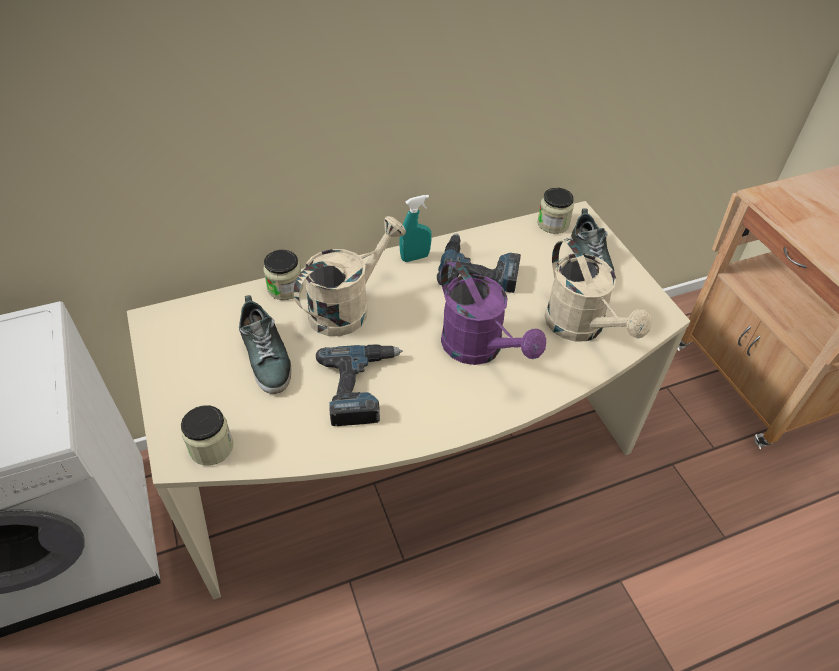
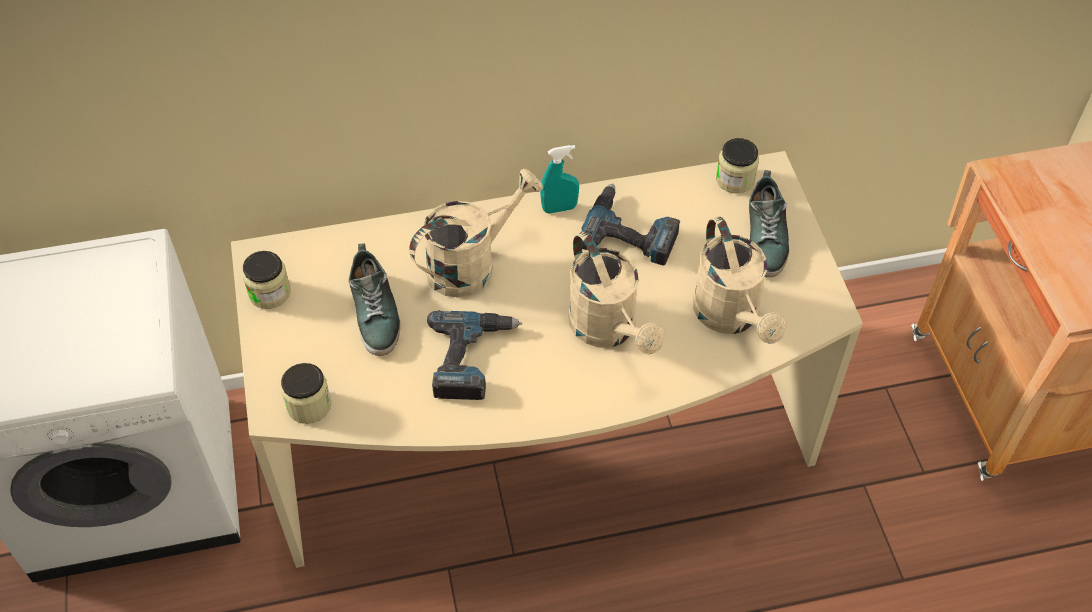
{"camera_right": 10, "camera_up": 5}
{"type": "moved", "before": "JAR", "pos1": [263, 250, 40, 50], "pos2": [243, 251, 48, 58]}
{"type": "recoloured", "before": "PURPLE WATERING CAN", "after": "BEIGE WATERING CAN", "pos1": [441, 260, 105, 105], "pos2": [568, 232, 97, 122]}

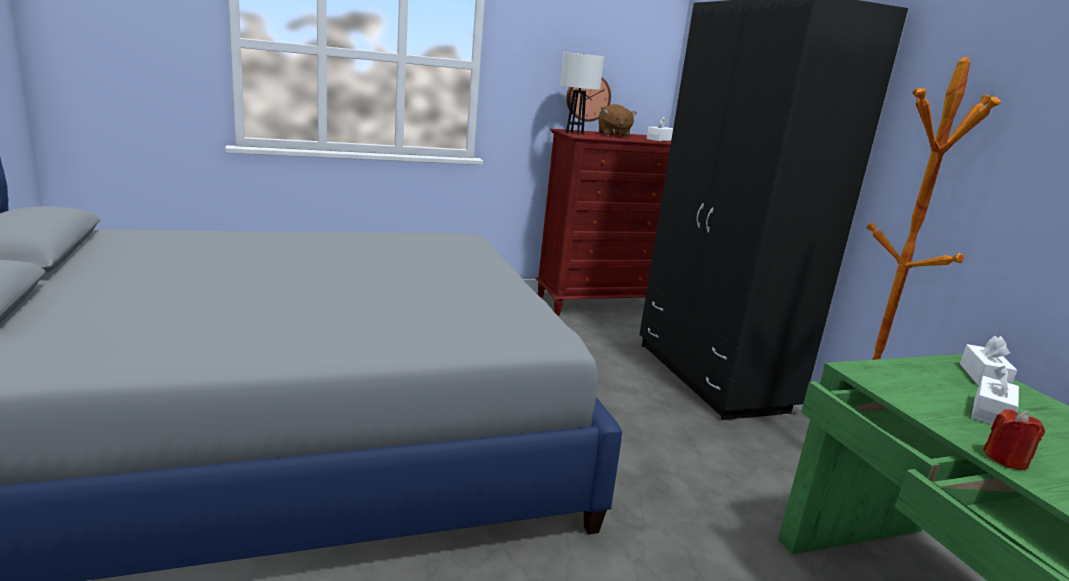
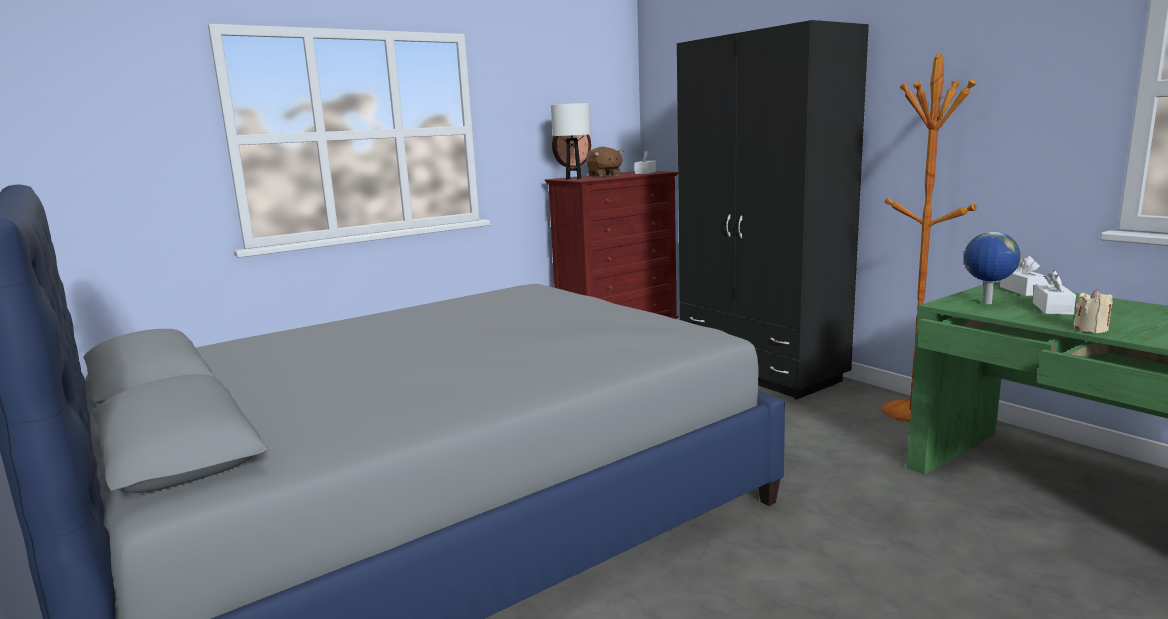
{"camera_right": -15, "camera_up": -5}
{"type": "added", "after": "GLOBE", "pos2": [964, 232, 57, 72]}
{"type": "recoloured", "before": "RED CANDLE", "after": "BEIGE CANDLE", "pos1": [983, 409, 62, 61], "pos2": [1073, 289, 40, 44]}

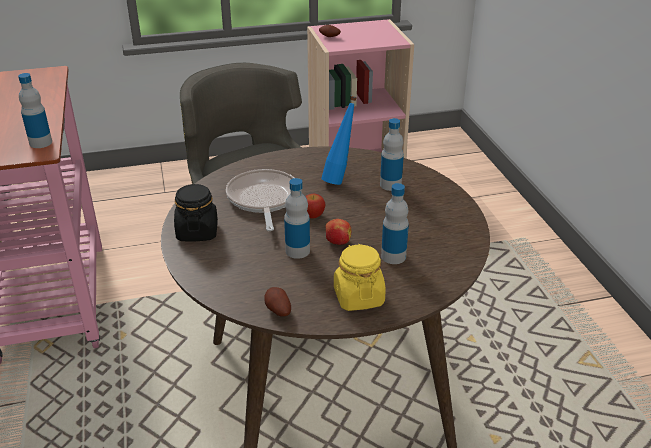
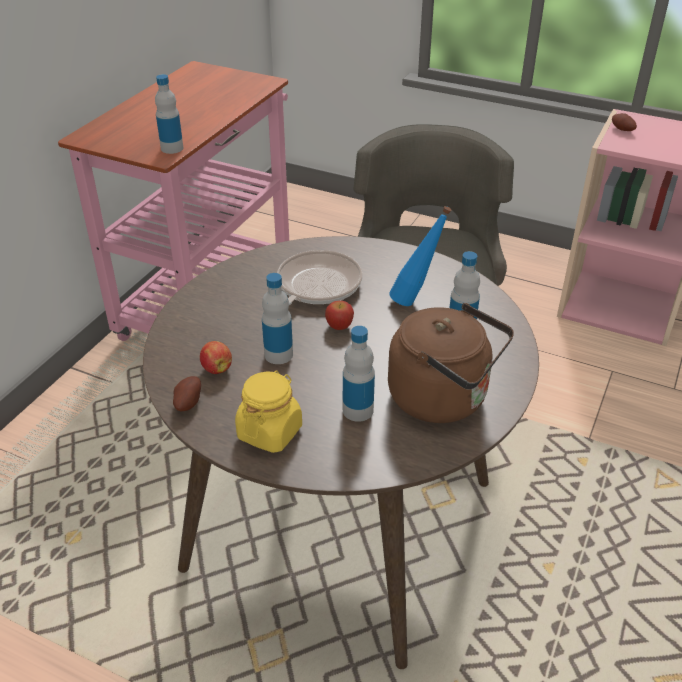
{"camera_right": 40, "camera_up": 5}
{"type": "removed", "before": "BLACK JAR", "pos1": [174, 184, 44, 57]}
{"type": "added", "after": "BROWN KETTLE", "pos2": [388, 303, 126, 120]}
{"type": "moved", "before": "APPLE", "pos1": [325, 219, 26, 26], "pos2": [200, 341, 32, 33]}

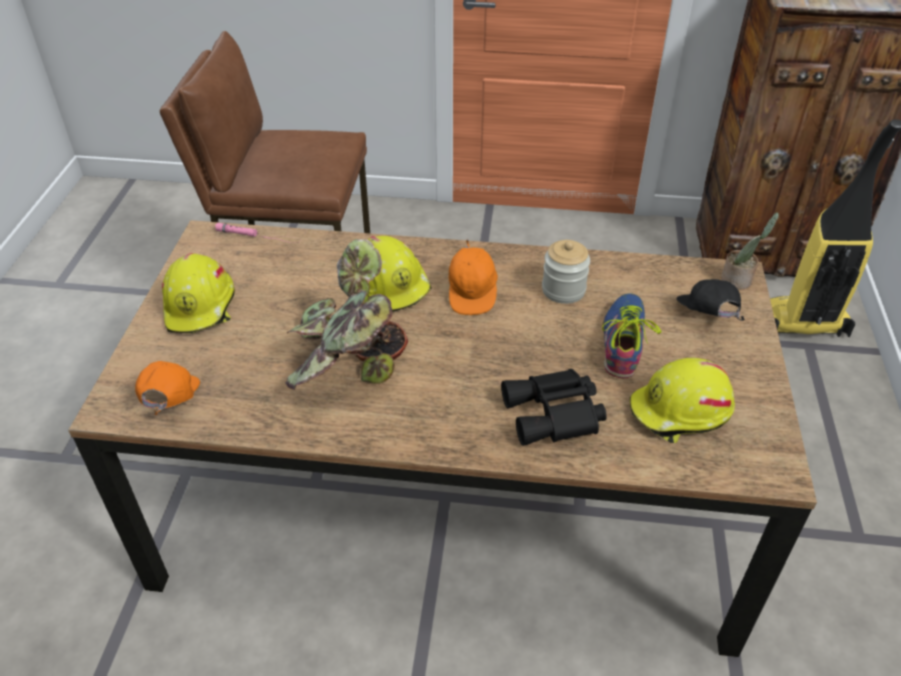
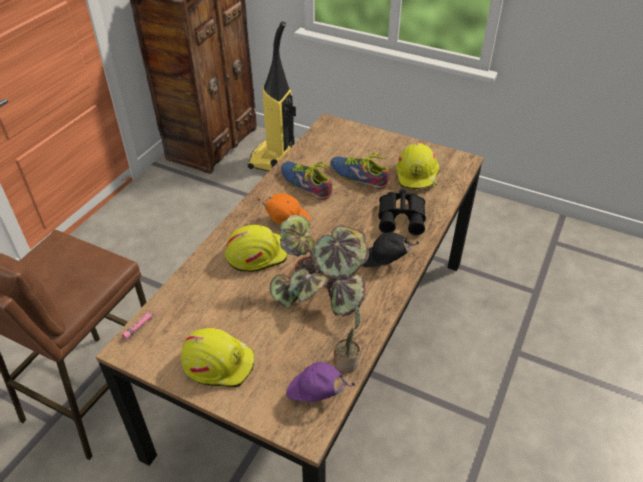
{"camera_right": -70, "camera_up": 0}
{"type": "moved", "before": "BLACK CAP", "pos1": [676, 279, 69, 42], "pos2": [363, 232, 56, 35]}
{"type": "moved", "before": "POTTED PLANT", "pos1": [721, 213, 58, 76], "pos2": [334, 306, 27, 67]}
{"type": "replaced", "before": "JAR", "after": "SHOE", "pos1": [542, 240, 48, 64], "pos2": [281, 161, 52, 39]}
{"type": "recoloured", "before": "ORANGE CAP", "after": "PURPLE CAP", "pos1": [135, 361, 65, 54], "pos2": [286, 362, 69, 41]}

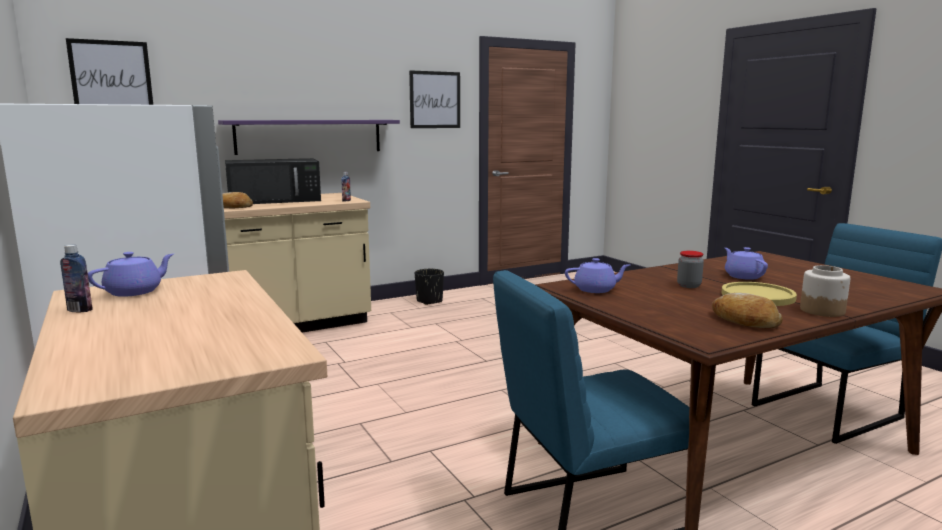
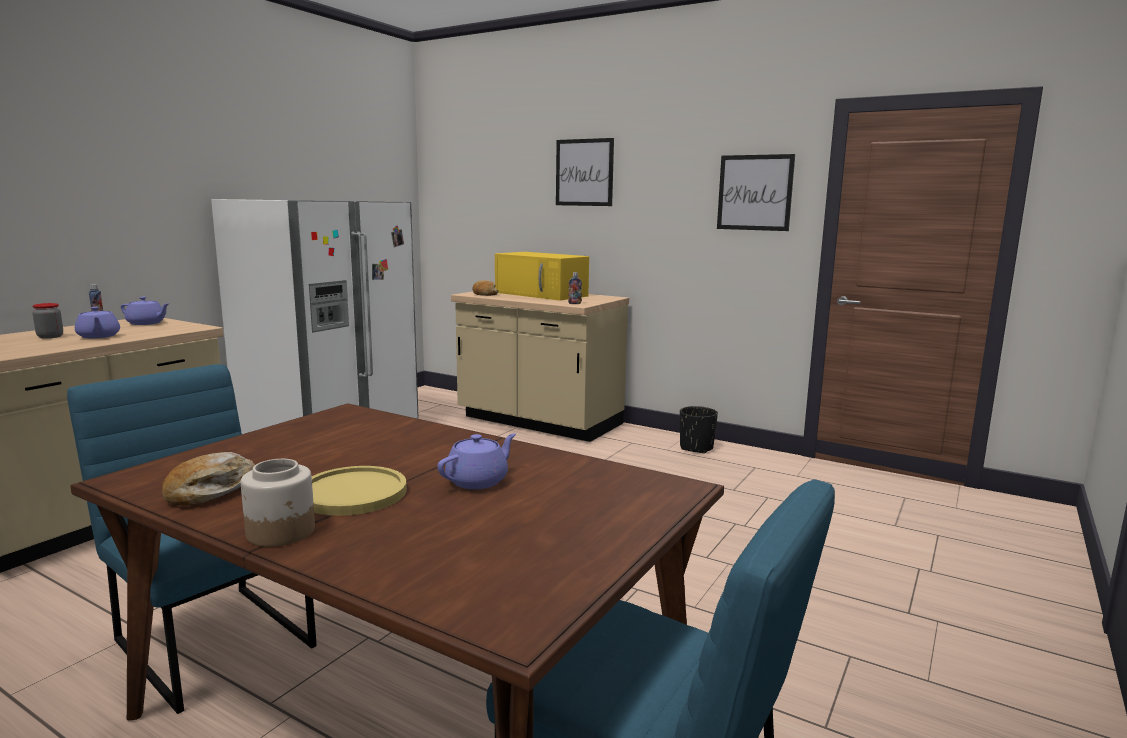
{"camera_right": 60, "camera_up": 0}
{"type": "removed", "before": "PURPLE SHELF", "pos1": [218, 120, 182, 35]}
{"type": "moved", "before": "PICTURE", "pos1": [66, 38, 87, 67], "pos2": [556, 138, 58, 68]}
{"type": "moved", "before": "PURPLE TEAPOT", "pos1": [565, 258, 65, 35], "pos2": [75, 307, 45, 31]}
{"type": "moved", "before": "JAR", "pos1": [677, 251, 27, 37], "pos2": [32, 303, 31, 36]}
{"type": "recoloured", "before": "BLACK MICROWAVE", "after": "YELLOW MICROWAVE", "pos1": [225, 158, 96, 46], "pos2": [495, 252, 94, 49]}

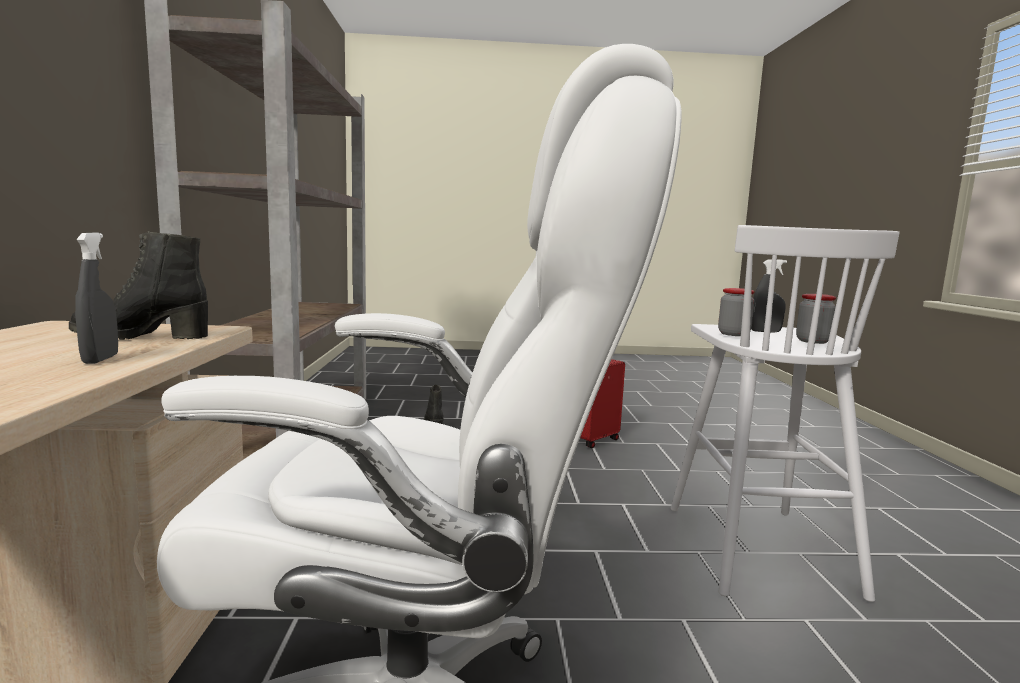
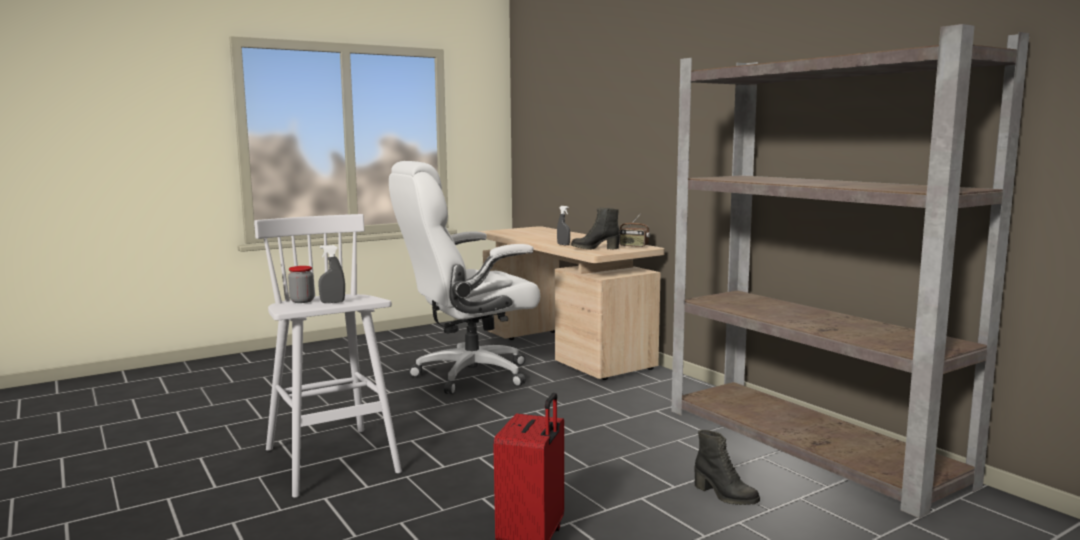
{"camera_right": 150, "camera_up": 0}
{"type": "removed", "before": "JAR", "pos1": [718, 288, 37, 48]}
{"type": "added", "after": "RADIO", "pos2": [619, 216, 31, 31]}
{"type": "turned", "before": "BLACK BOOT", "pos1": [69, 231, 139, 109], "pos2": [571, 208, 49, 42], "turn": -135}

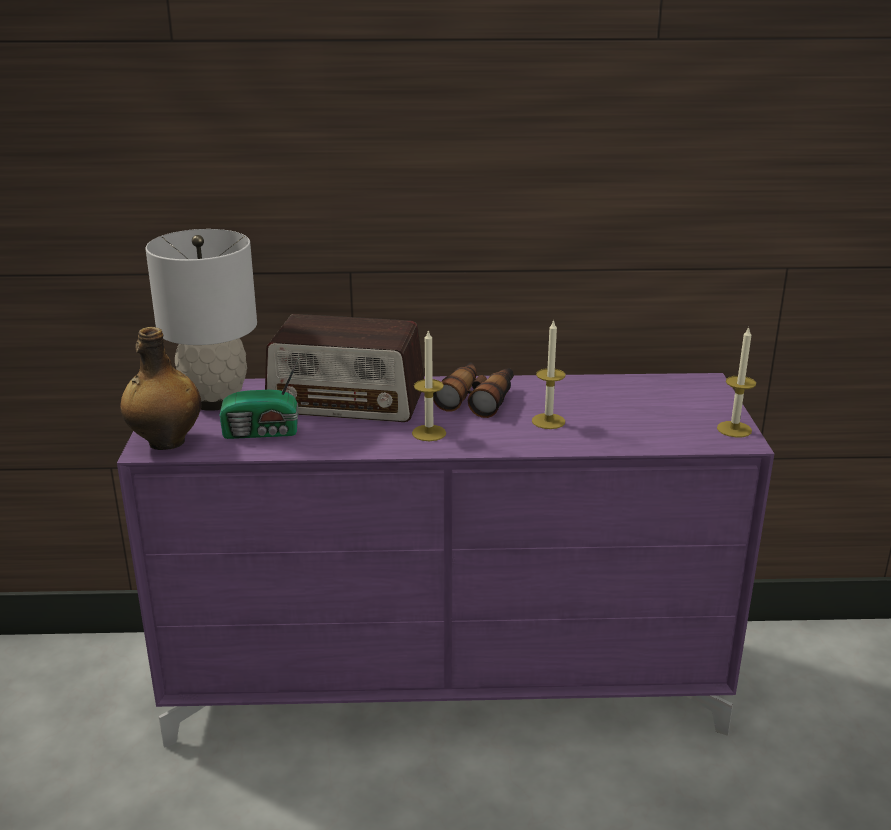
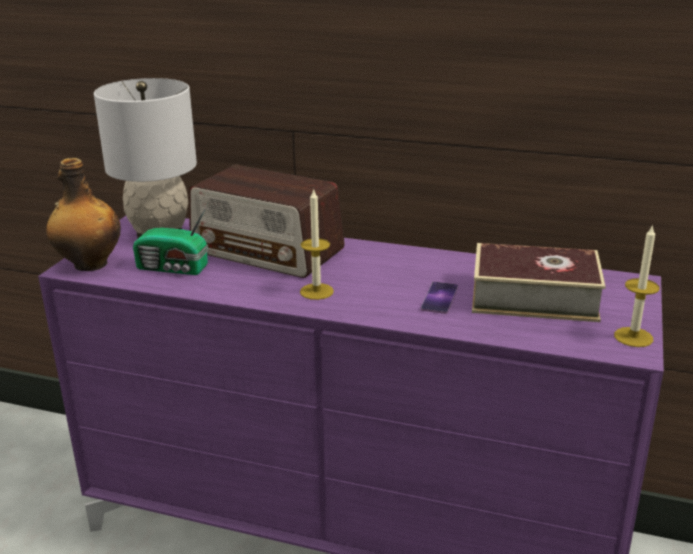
{"camera_right": 20, "camera_up": 0}
{"type": "removed", "before": "BINOCULARS", "pos1": [433, 362, 81, 56]}
{"type": "added", "after": "BOOK", "pos2": [472, 243, 134, 79]}
{"type": "replaced", "before": "CANDLE", "after": "PHONE", "pos1": [532, 319, 33, 110], "pos2": [420, 282, 38, 32]}

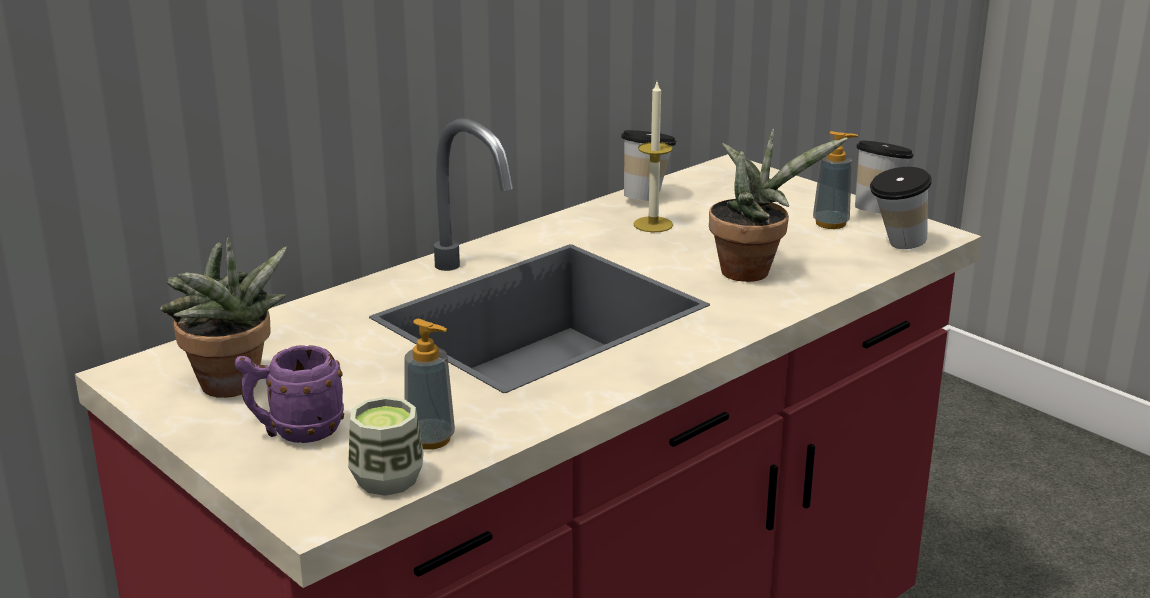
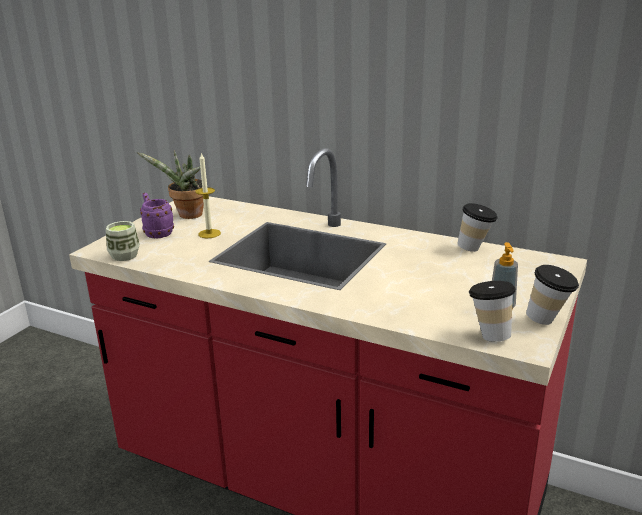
{"camera_right": 70, "camera_up": 0}
{"type": "removed", "before": "SOAP DISPENSER", "pos1": [404, 319, 51, 131]}
{"type": "removed", "before": "POTTED PLANT", "pos1": [709, 129, 139, 153]}
{"type": "moved", "before": "CANDLE", "pos1": [633, 82, 40, 150], "pos2": [195, 153, 26, 85]}

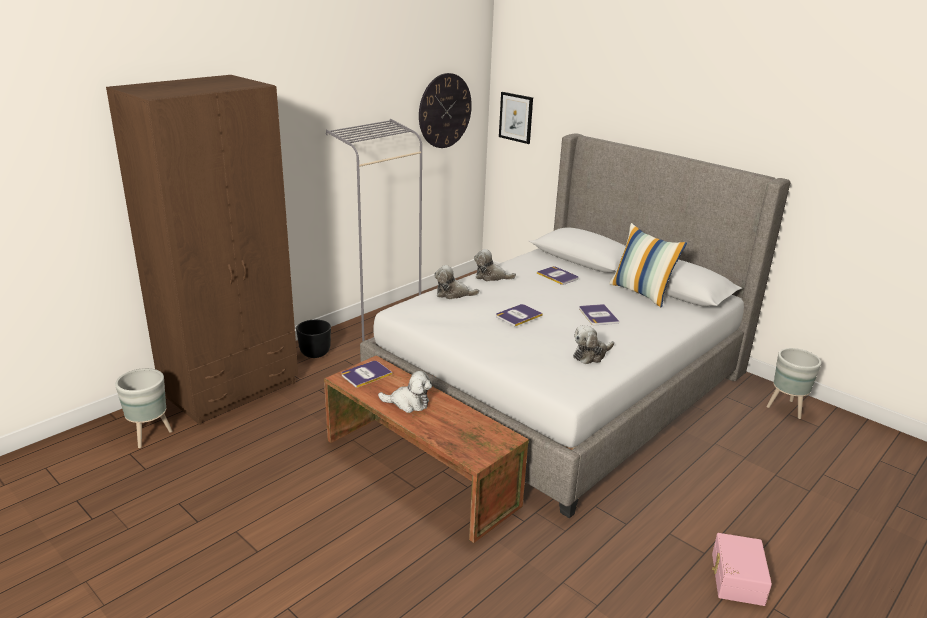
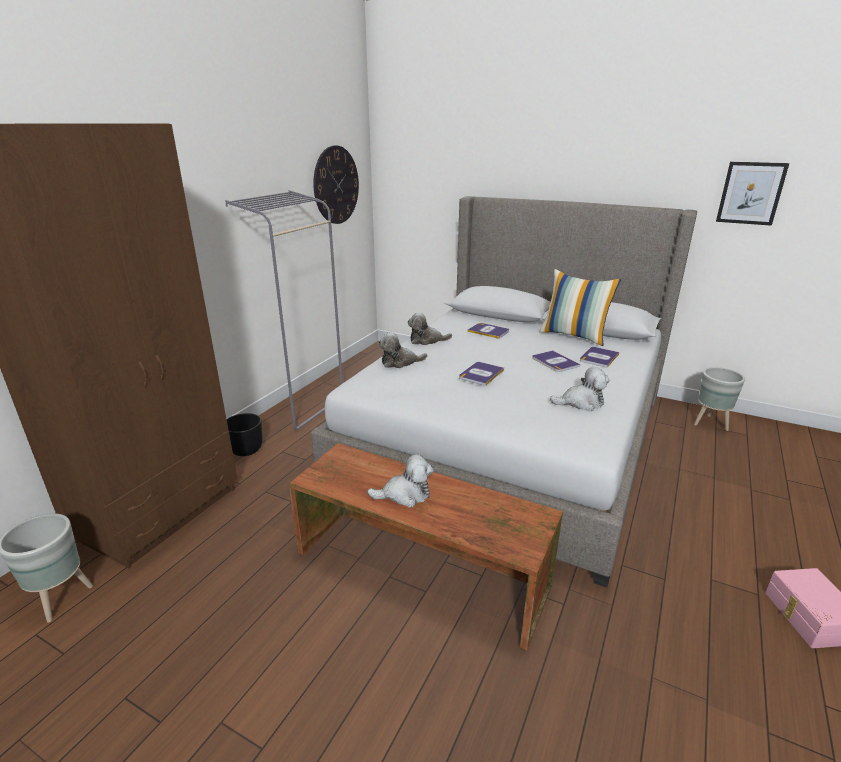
{"camera_right": -15, "camera_up": 0}
{"type": "moved", "before": "BOOK", "pos1": [342, 361, 50, 27], "pos2": [580, 347, 39, 21]}
{"type": "moved", "before": "PICTURE", "pos1": [499, 92, 34, 52], "pos2": [716, 162, 73, 64]}
{"type": "turned", "before": "PLUSH TOY", "pos1": [573, 326, 41, 38], "pos2": [550, 367, 60, 44], "turn": -135}

